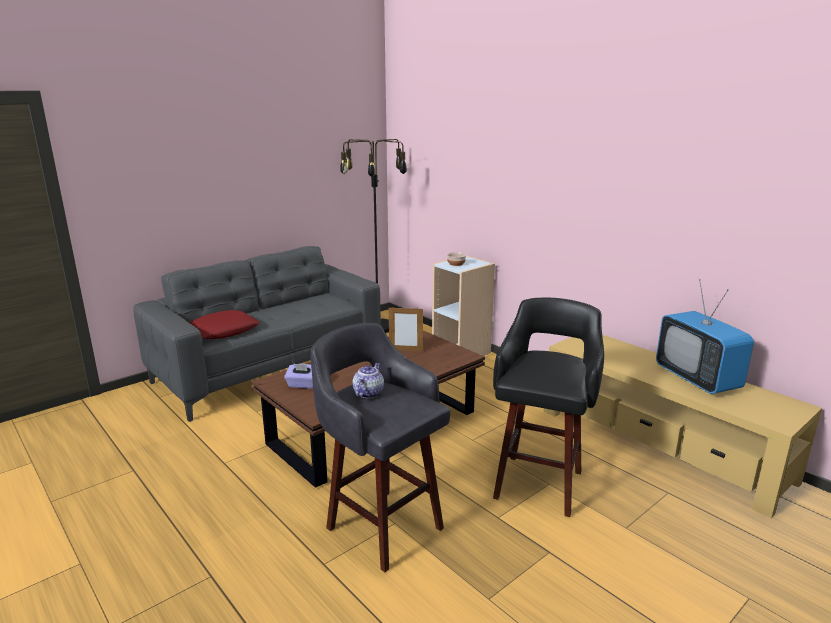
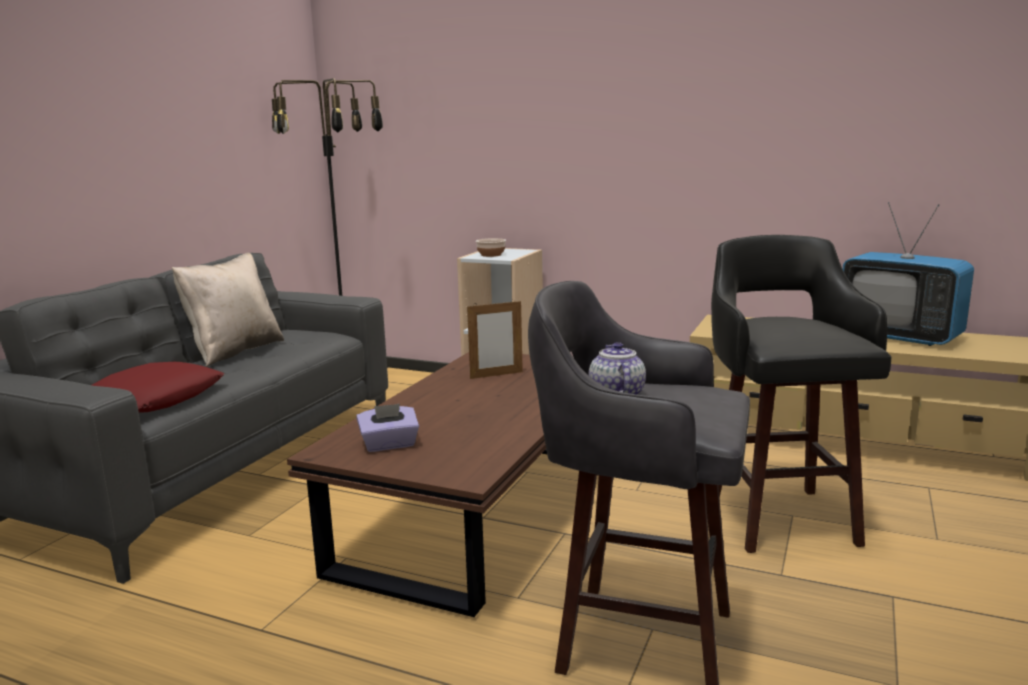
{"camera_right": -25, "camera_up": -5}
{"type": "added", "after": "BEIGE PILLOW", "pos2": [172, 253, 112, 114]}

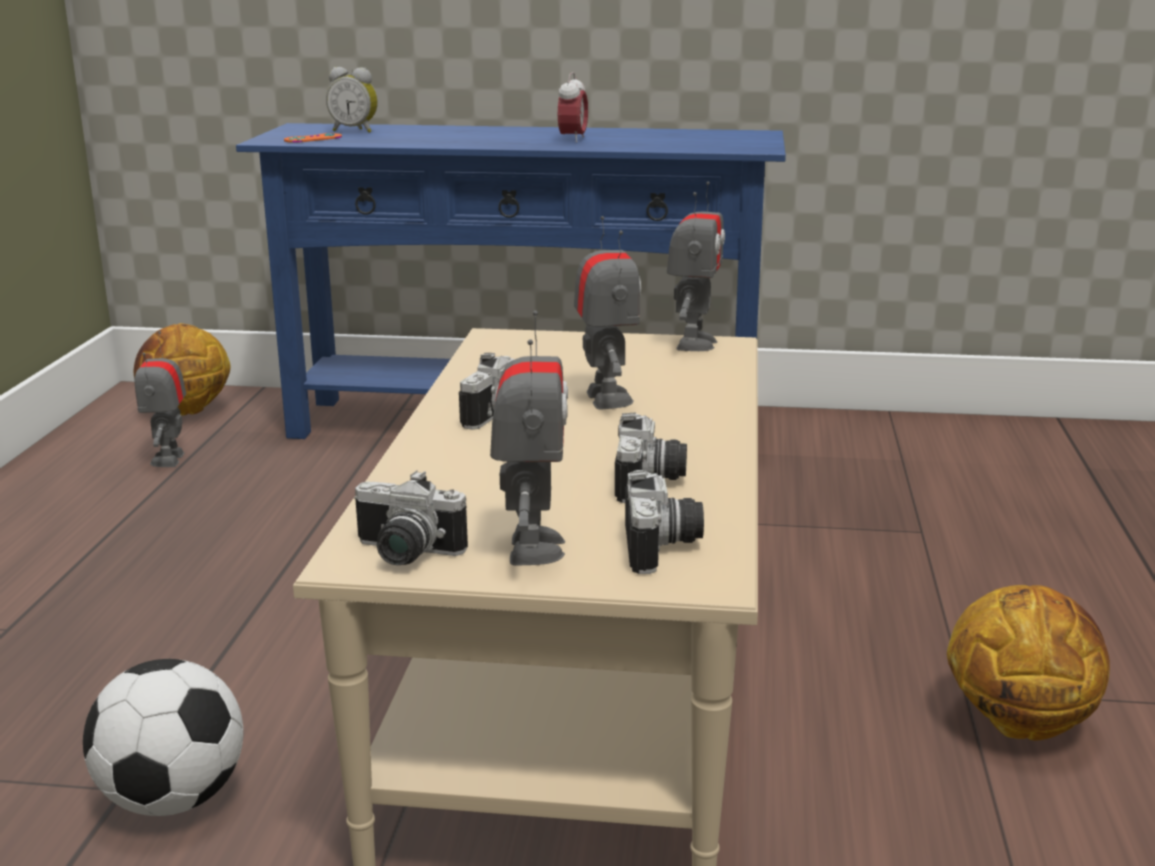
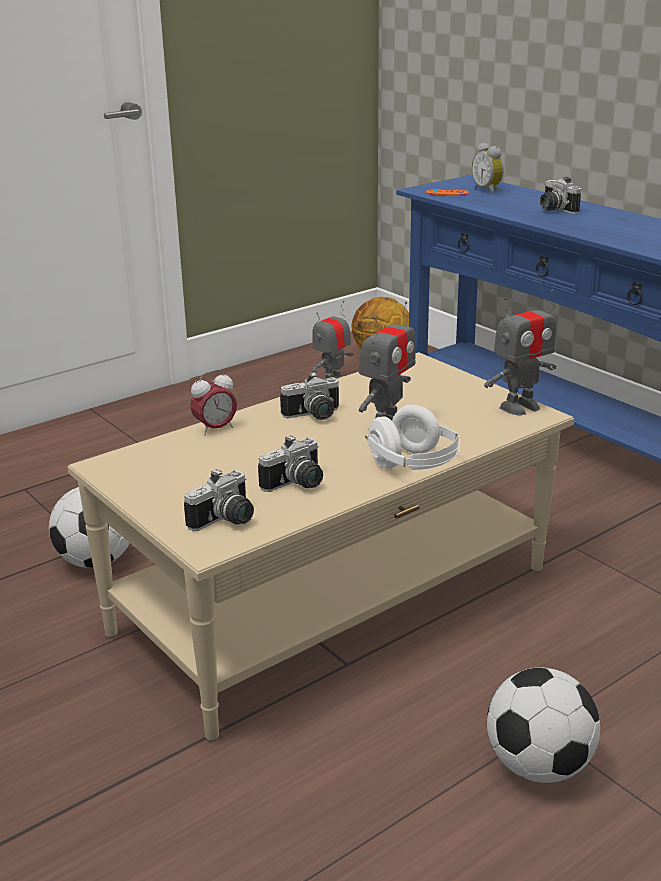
{"camera_right": 45, "camera_up": 5}
{"type": "removed", "before": "TOY ROBOT", "pos1": [490, 311, 78, 255]}
{"type": "added", "after": "WHITE HEADPHONES", "pos2": [365, 405, 95, 65]}
{"type": "moved", "before": "PHOTO CAMERA", "pos1": [354, 470, 114, 95], "pos2": [540, 177, 41, 37]}
{"type": "moved", "before": "ALARM CLOCK", "pos1": [558, 72, 30, 71], "pos2": [190, 370, 47, 66]}
{"type": "replaced", "before": "BASKETBALL", "after": "FOOTBALL", "pos1": [947, 585, 163, 156], "pos2": [487, 667, 113, 116]}

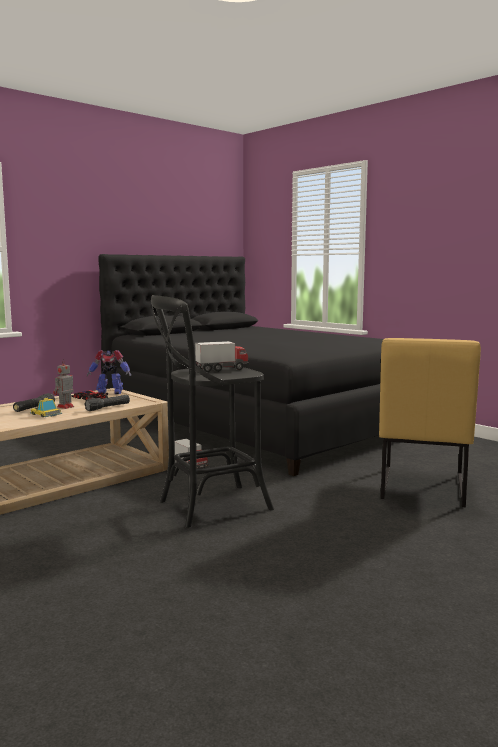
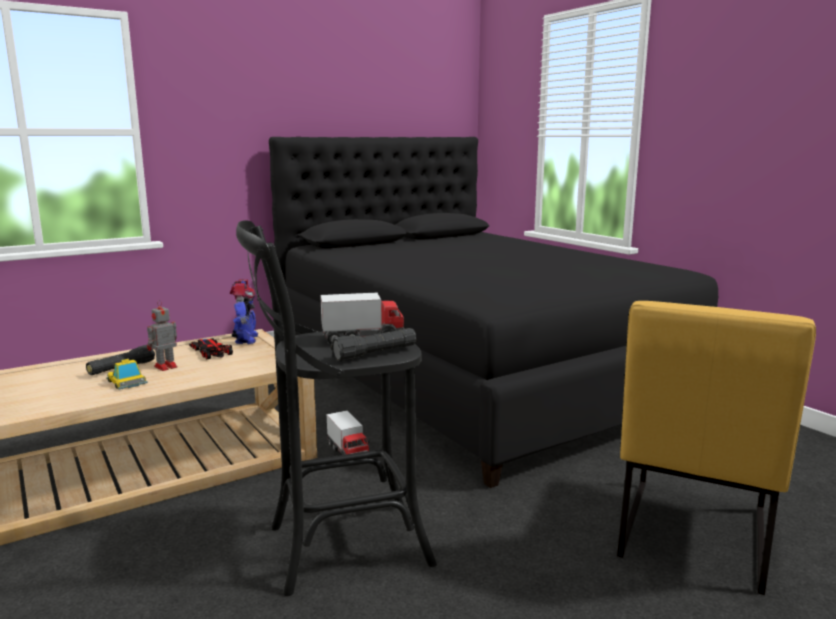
{"camera_right": 10, "camera_up": 5}
{"type": "moved", "before": "BLACK FLASHLIGHT", "pos1": [84, 395, 46, 16], "pos2": [331, 328, 86, 34]}
{"type": "turned", "before": "TOY ROBOT", "pos1": [87, 350, 44, 44], "pos2": [230, 279, 28, 65], "turn": -105}

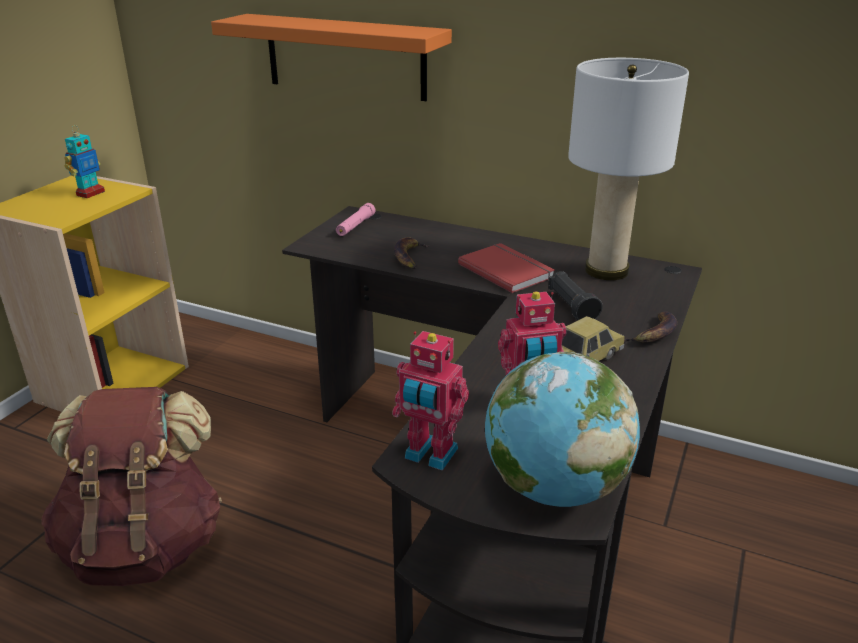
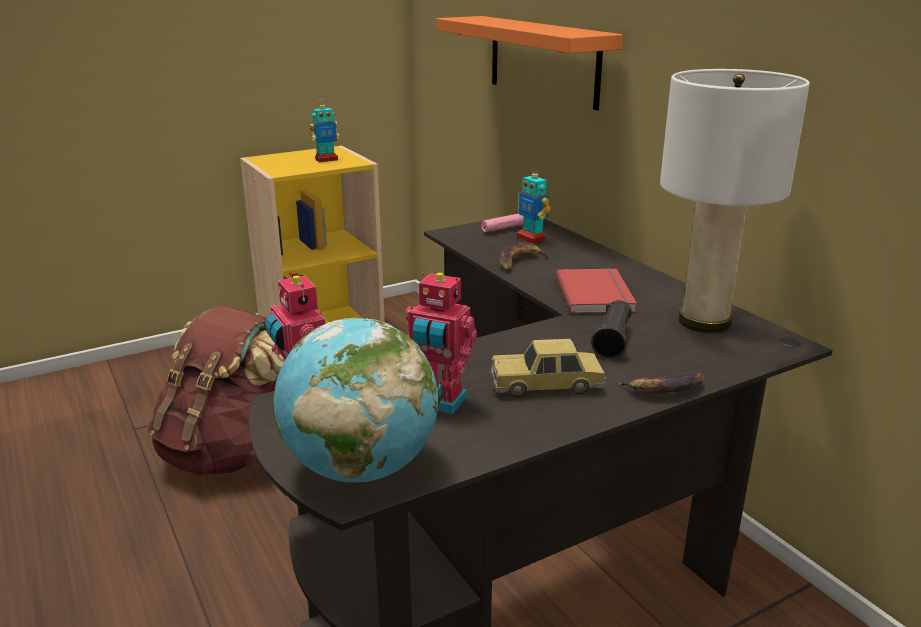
{"camera_right": 35, "camera_up": -5}
{"type": "added", "after": "TOY ROBOT", "pos2": [517, 166, 34, 78]}

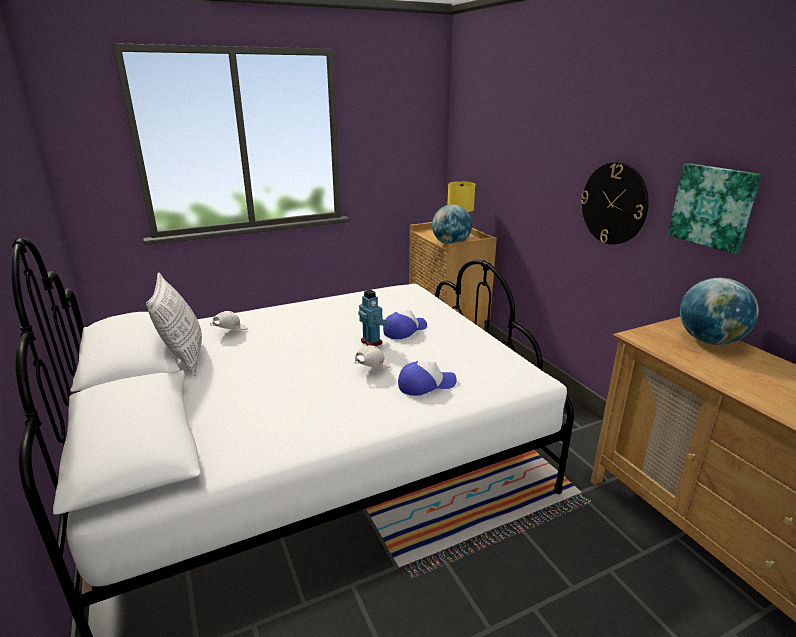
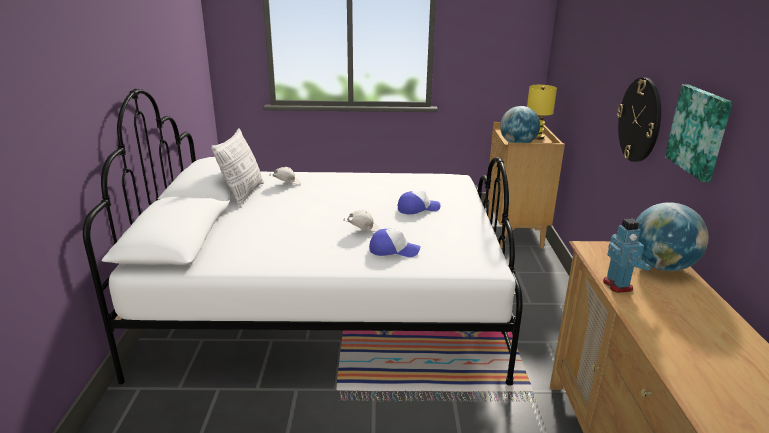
{"camera_right": 25, "camera_up": 0}
{"type": "moved", "before": "TOY ROBOT", "pos1": [358, 290, 32, 56], "pos2": [603, 219, 48, 74]}

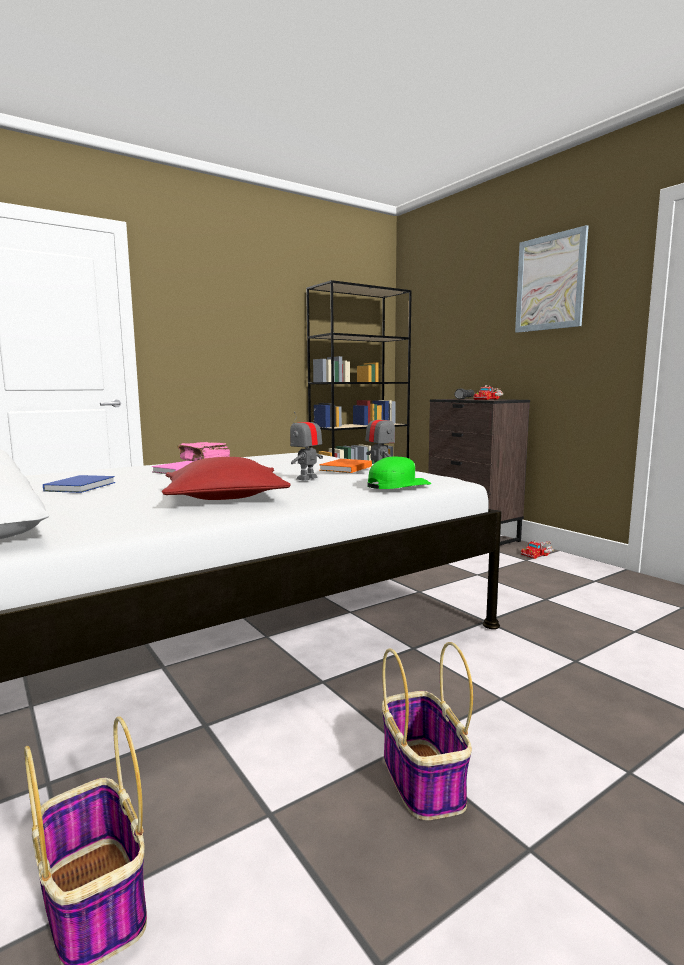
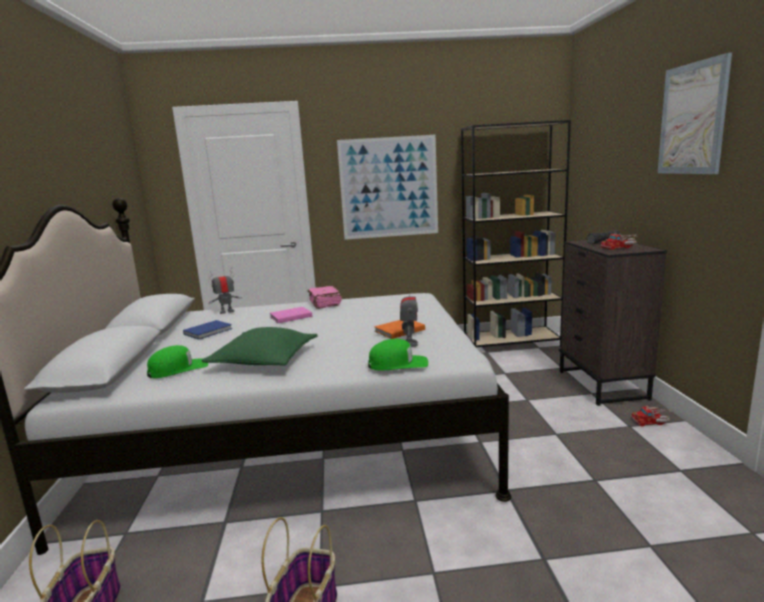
{"camera_right": 30, "camera_up": 5}
{"type": "added", "after": "GREEN CAP", "pos2": [147, 345, 61, 33]}
{"type": "added", "after": "PICTURE", "pos2": [337, 135, 101, 105]}
{"type": "moved", "before": "TOY ROBOT", "pos1": [290, 409, 33, 72], "pos2": [209, 272, 33, 42]}
{"type": "recoloured", "before": "RED PILLOW", "after": "GREEN PILLOW", "pos1": [162, 457, 128, 43], "pos2": [201, 327, 117, 39]}

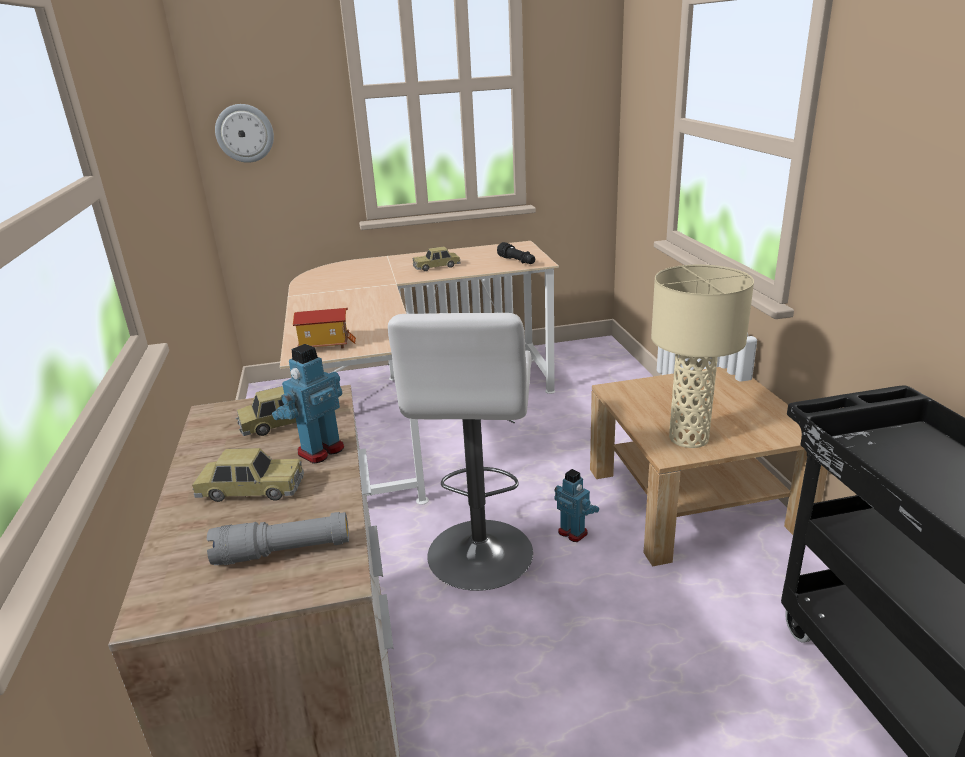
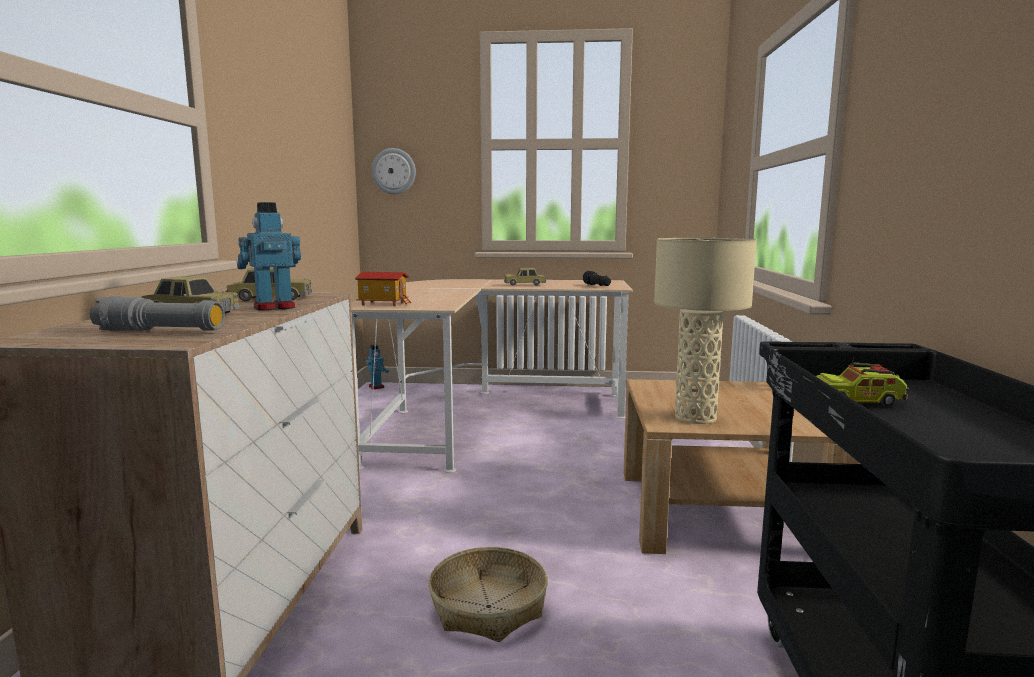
{"camera_right": 15, "camera_up": -15}
{"type": "removed", "before": "WHITE STOOL", "pos1": [388, 313, 145, 278]}
{"type": "added", "after": "BASKET", "pos2": [429, 547, 119, 95]}
{"type": "added", "after": "TOY TRUCK", "pos2": [816, 356, 93, 51]}
{"type": "moved", "before": "TOY ROBOT", "pos1": [554, 469, 45, 73], "pos2": [366, 344, 23, 45]}

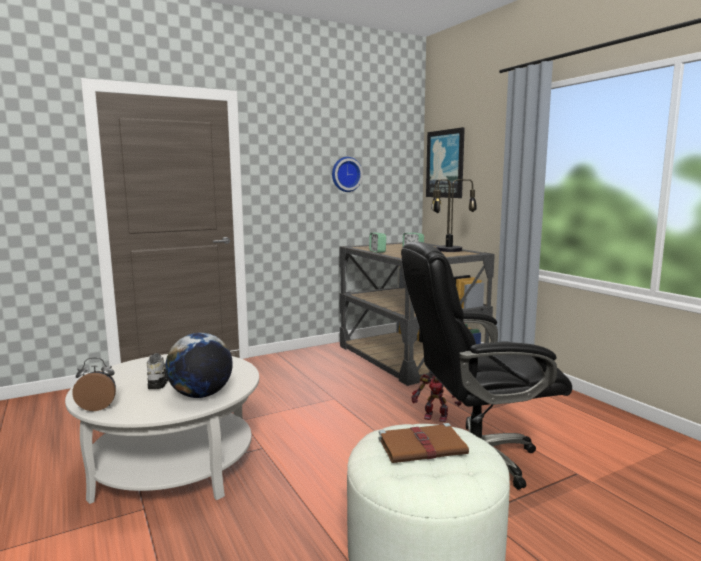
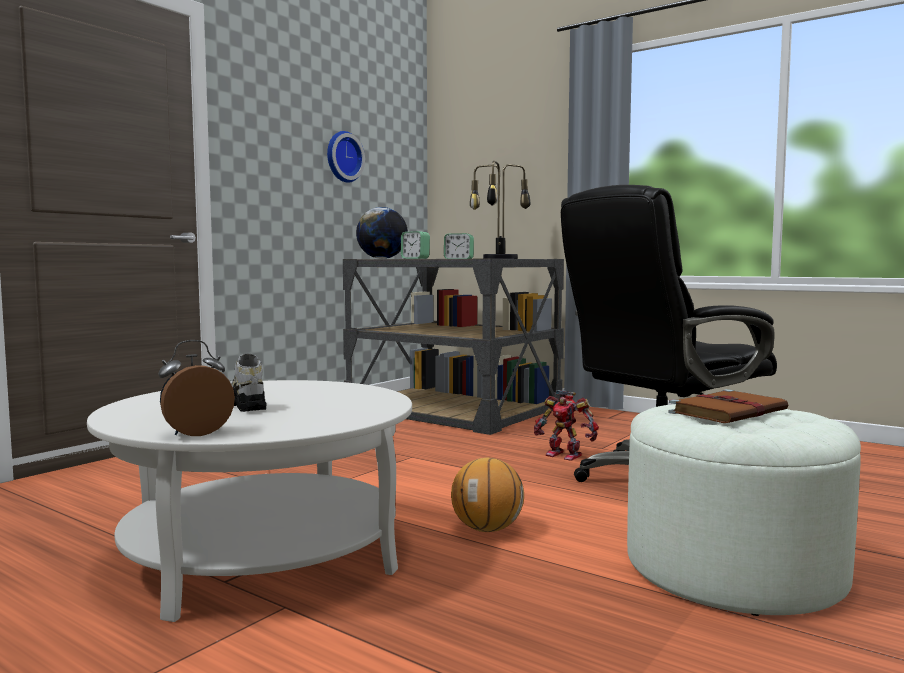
{"camera_right": -25, "camera_up": -5}
{"type": "removed", "before": "PICTURE", "pos1": [426, 127, 39, 71]}
{"type": "added", "after": "BASKETBALL", "pos2": [451, 457, 73, 75]}
{"type": "moved", "before": "GLOBE", "pos1": [165, 333, 68, 65], "pos2": [356, 207, 52, 52]}
{"type": "turned", "before": "TOY ROBOT", "pos1": [412, 371, 49, 51], "pos2": [534, 390, 65, 71], "turn": 45}

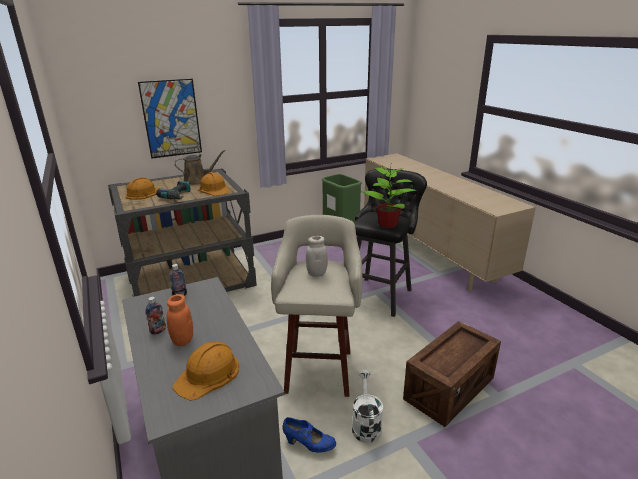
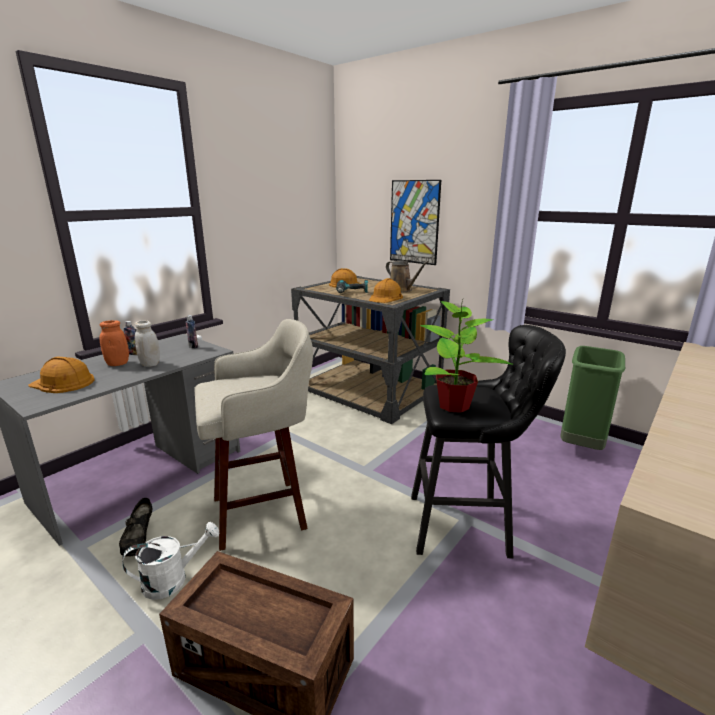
{"camera_right": 65, "camera_up": -5}
{"type": "moved", "before": "WHITE JAR", "pos1": [306, 236, 22, 41], "pos2": [135, 320, 25, 47]}
{"type": "recoloured", "before": "BLUE SHOE", "after": "BLACK SHOE", "pos1": [282, 417, 54, 36], "pos2": [119, 498, 33, 59]}

